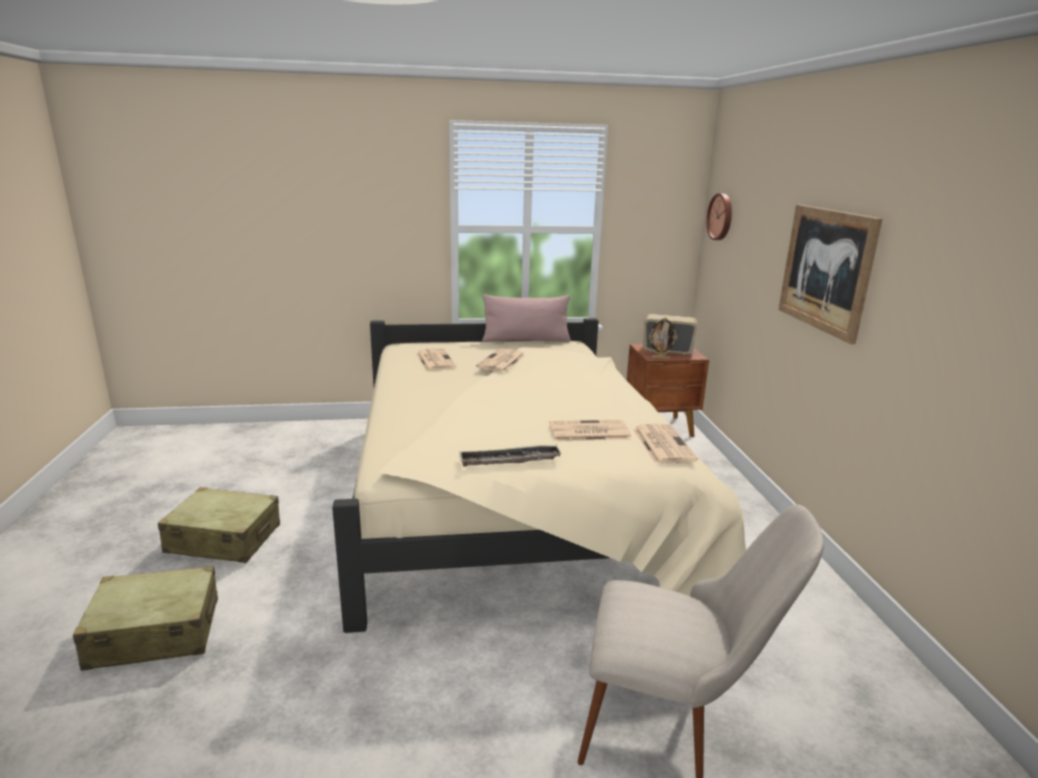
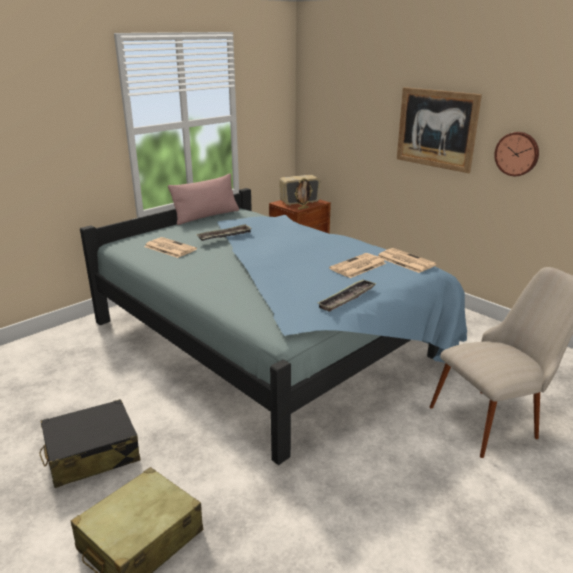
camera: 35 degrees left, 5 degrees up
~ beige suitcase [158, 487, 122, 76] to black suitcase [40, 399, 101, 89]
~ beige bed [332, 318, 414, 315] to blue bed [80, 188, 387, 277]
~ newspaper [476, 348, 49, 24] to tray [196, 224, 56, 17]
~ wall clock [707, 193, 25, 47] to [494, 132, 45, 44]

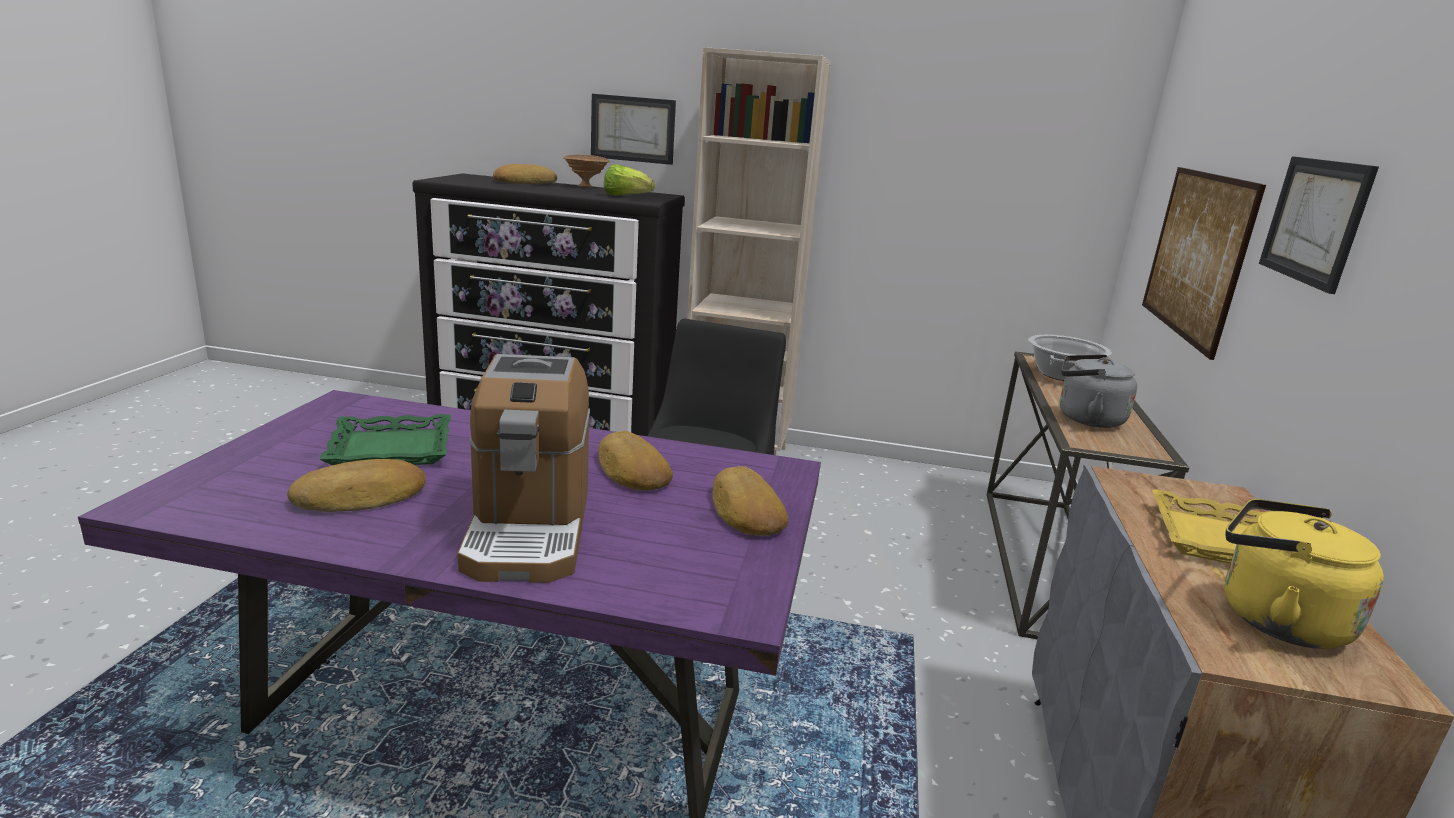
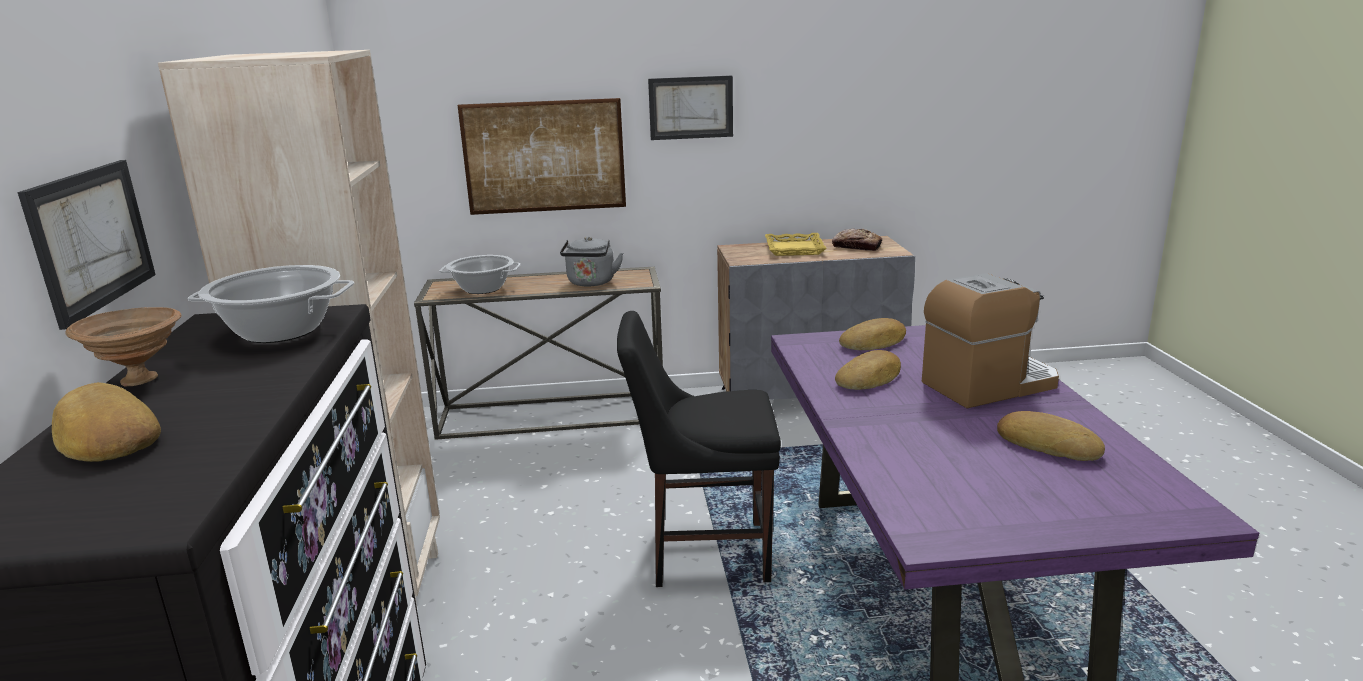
camera: 105 degrees left, 0 degrees up
- green tray [319, 414, 132, 51]
~ lettuce [604, 164, 51, 32] to cooking pot [188, 265, 166, 78]
~ yellow kettle [1225, 499, 159, 150] to bread [832, 228, 50, 23]

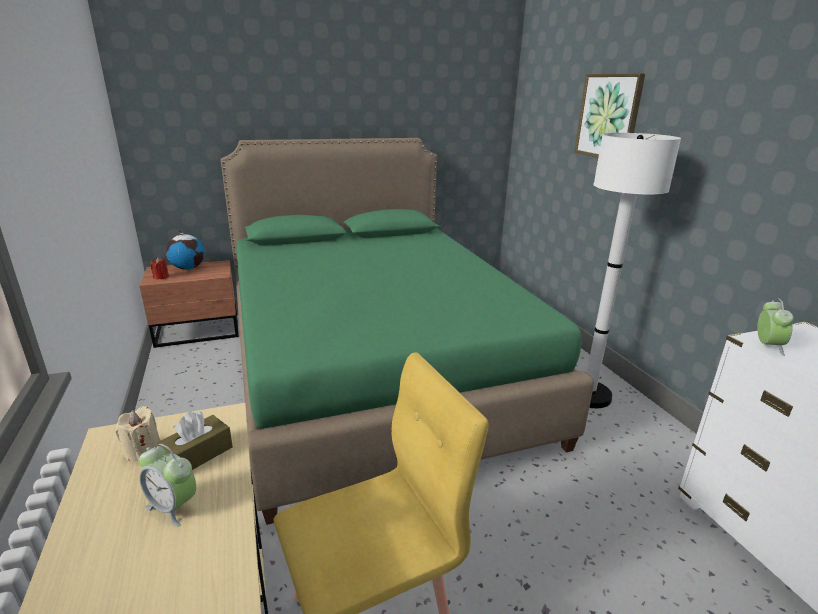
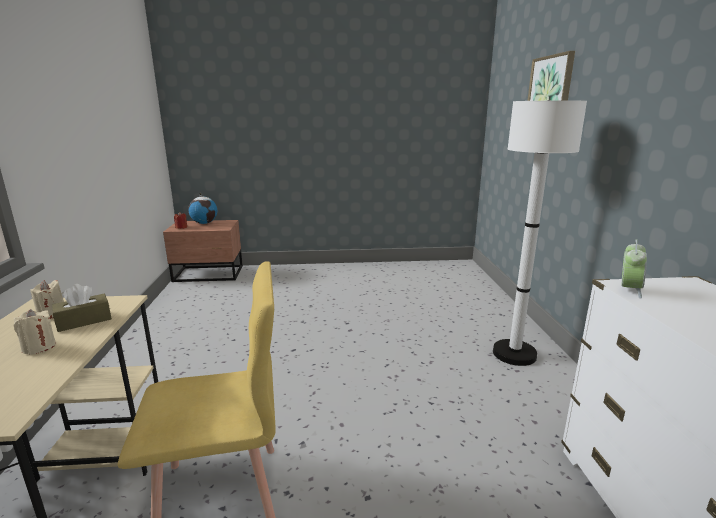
camera: 15 degrees right, 5 degrees down
~ alarm clock [139, 444, 57, 82] to beige candle [14, 309, 42, 46]
- green bed [221, 138, 373, 387]

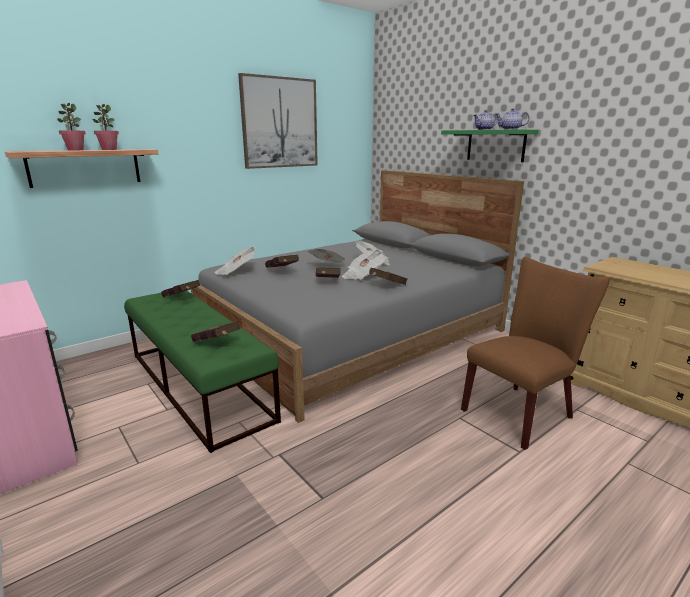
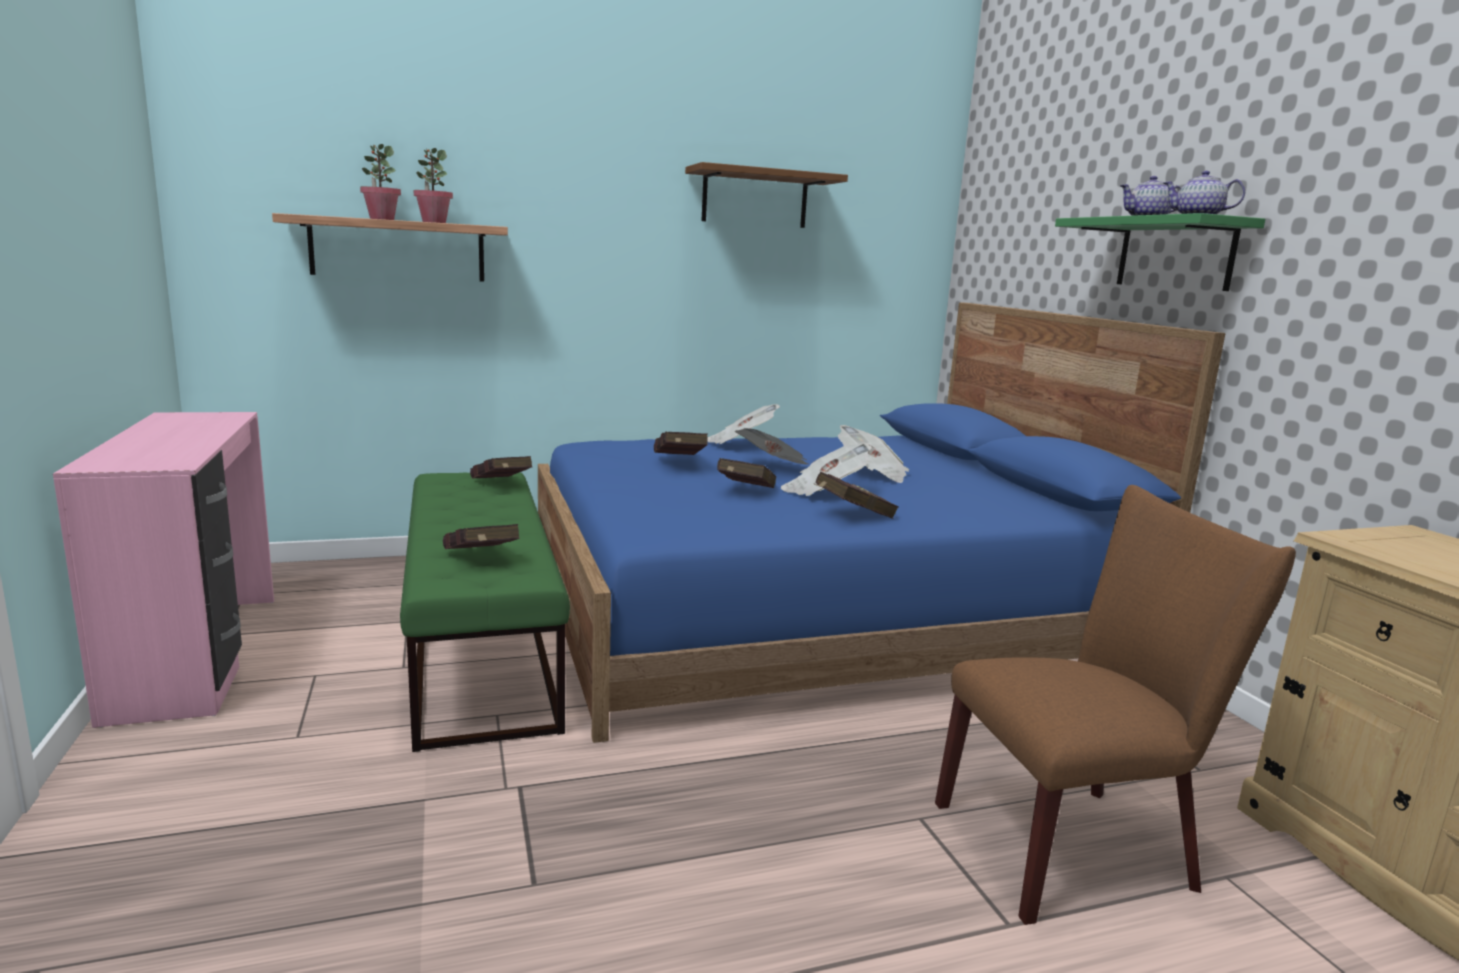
camera: 20 degrees right, 5 degrees down
~ grey bed [191, 170, 333, 253] to blue bed [538, 302, 687, 441]
~ newspaper [215, 247, 41, 29] to [708, 404, 72, 40]
~ picture [238, 73, 80, 96] to brown shelf [685, 162, 163, 66]

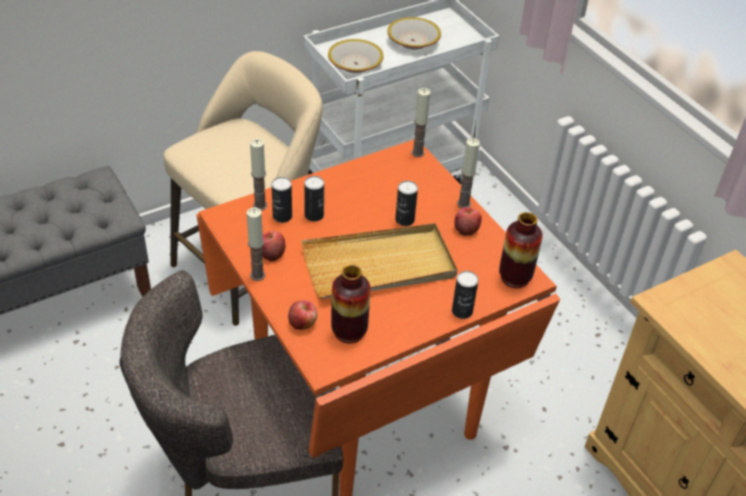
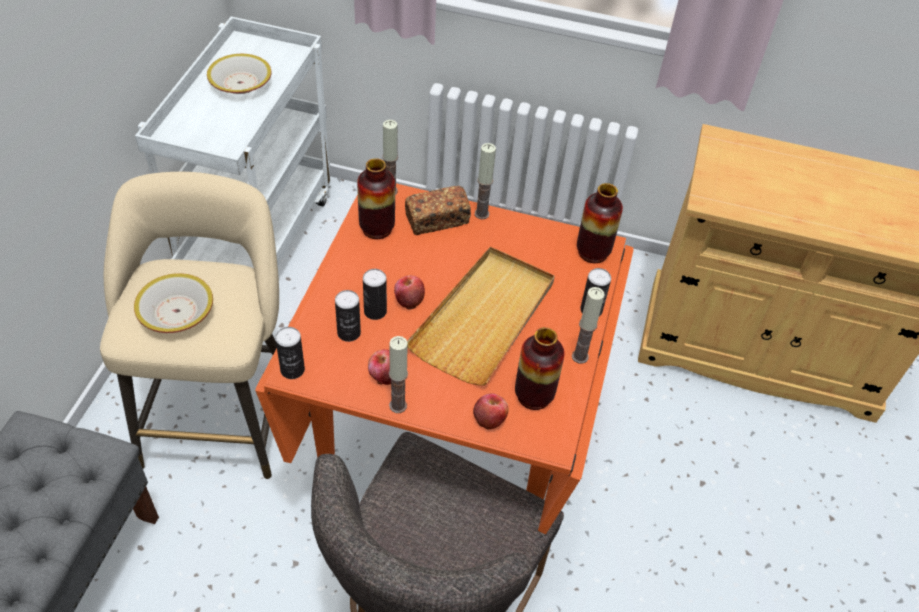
camera: 45 degrees left, 5 degrees up
~ candle [250, 139, 17, 71] to [572, 287, 32, 77]
~ bowl [328, 39, 56, 34] to [134, 273, 79, 60]
~ can [395, 181, 23, 45] to [275, 327, 30, 52]
~ apple [454, 207, 28, 29] to [394, 275, 31, 35]
+ vase [357, 158, 38, 81]
+ bread [405, 186, 66, 49]

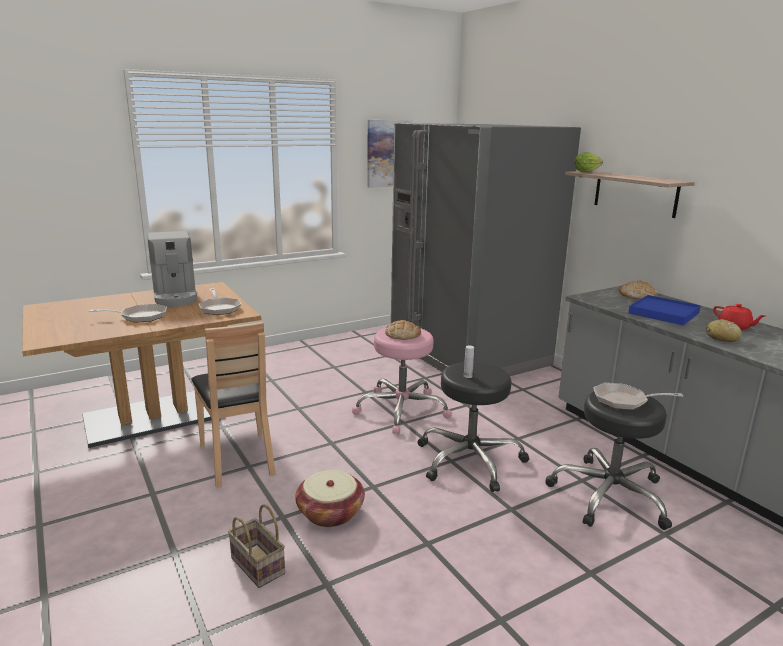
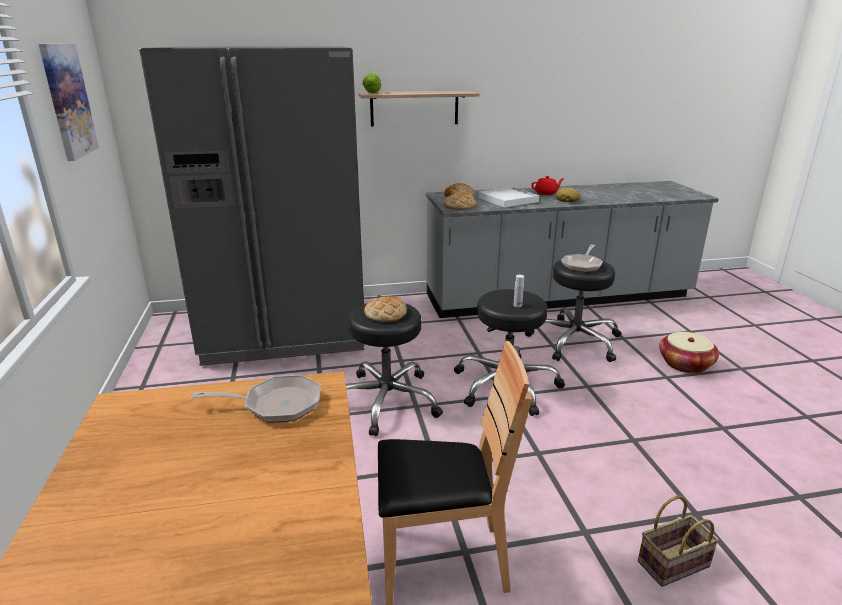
camera: 70 degrees left, 5 degrees up
- frying pan [89, 304, 78, 18]
- coffee machine [147, 231, 50, 76]
~ basket [295, 470, 70, 57] to [659, 332, 60, 41]
~ pink stool [352, 328, 100, 106] to black stool [346, 303, 97, 133]
~ blue tray [628, 295, 73, 31] to white tray [479, 187, 60, 21]
+ bread [443, 192, 33, 18]

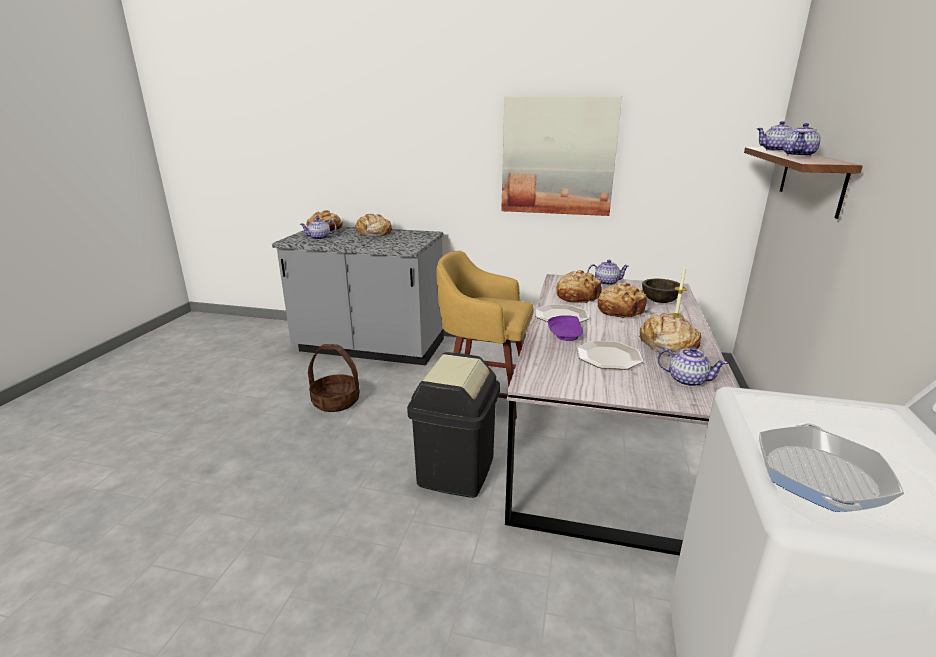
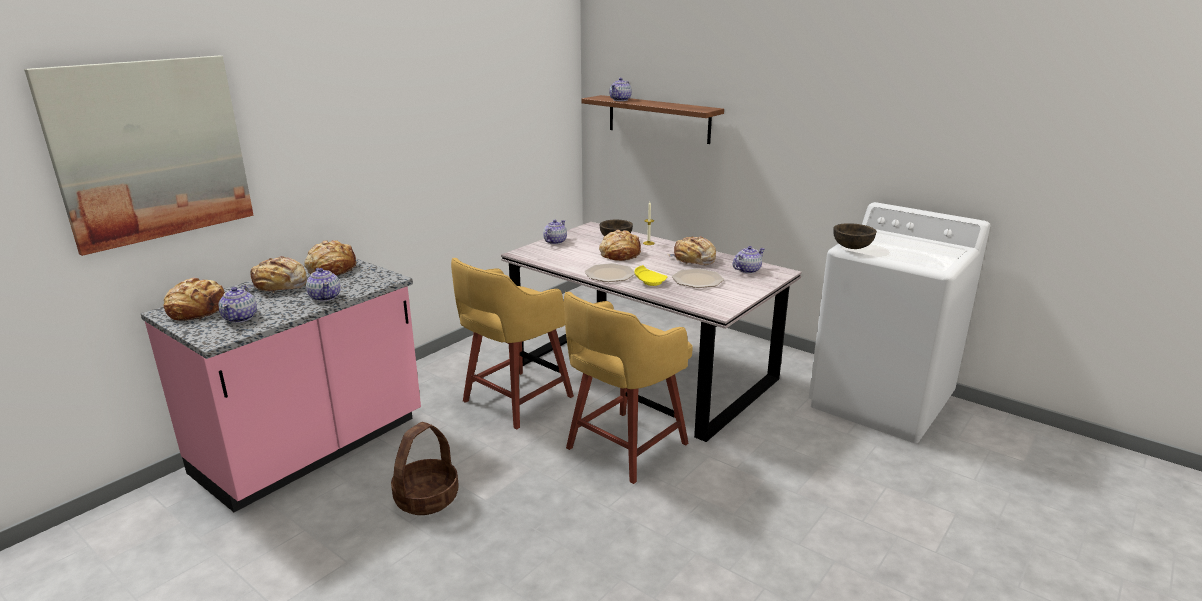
camera: 65 degrees left, 0 degrees up
~ grey counter [272, 226, 172, 139] to pink counter [141, 258, 280, 254]
~ black trash can [407, 352, 93, 146] to yellow stool [564, 292, 129, 192]
~ picture [501, 96, 121, 120] to [24, 56, 230, 200]
~ purple plate [548, 315, 35, 26] to yellow plate [634, 265, 33, 21]
~ bread [556, 270, 46, 33] to [304, 240, 52, 36]
- frying pan [759, 423, 145, 89]
~ teapot [783, 123, 38, 33] to [306, 268, 35, 34]
+ brown bowl [833, 223, 44, 26]

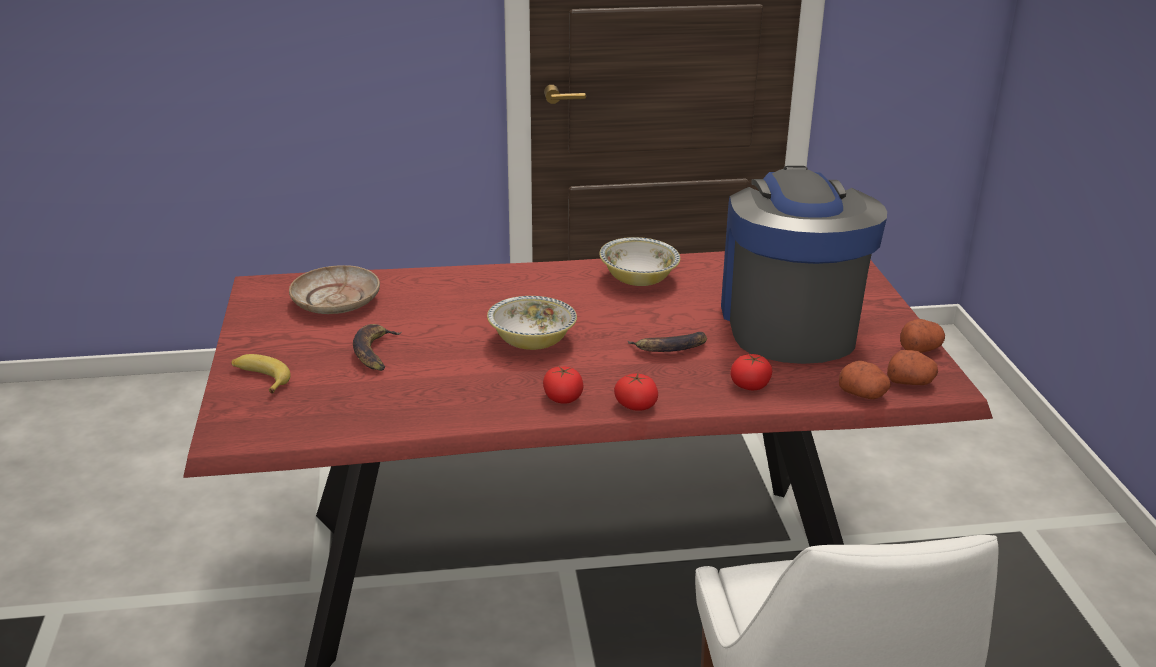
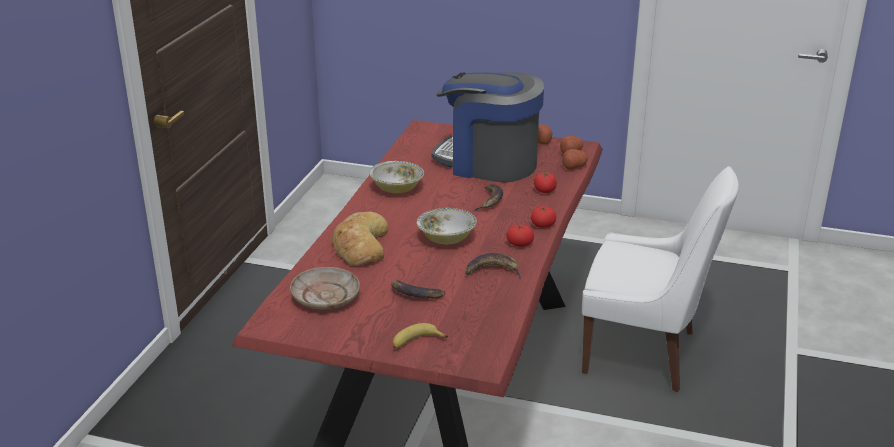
camera: 65 degrees left, 0 degrees up
+ bread [332, 212, 56, 54]
+ banana [465, 253, 56, 25]

